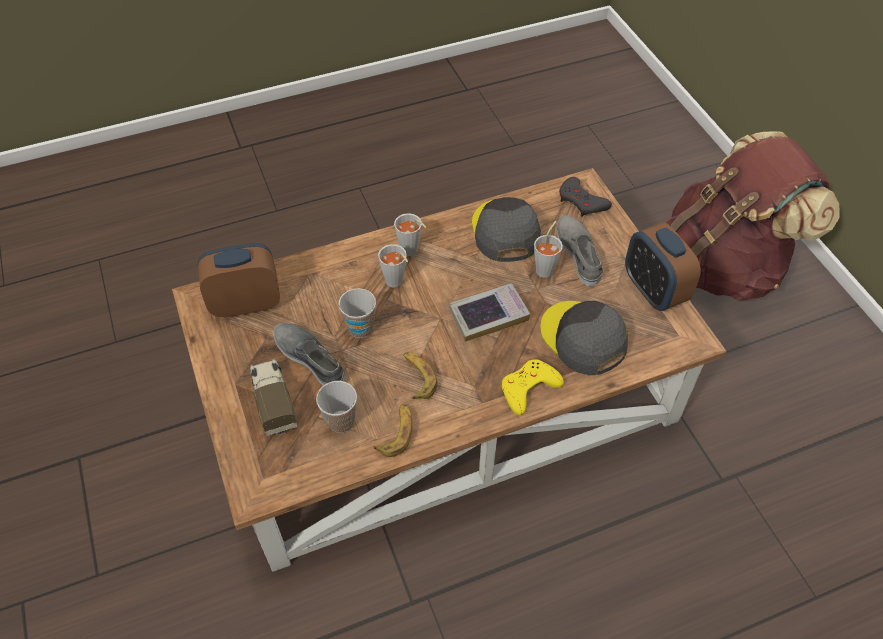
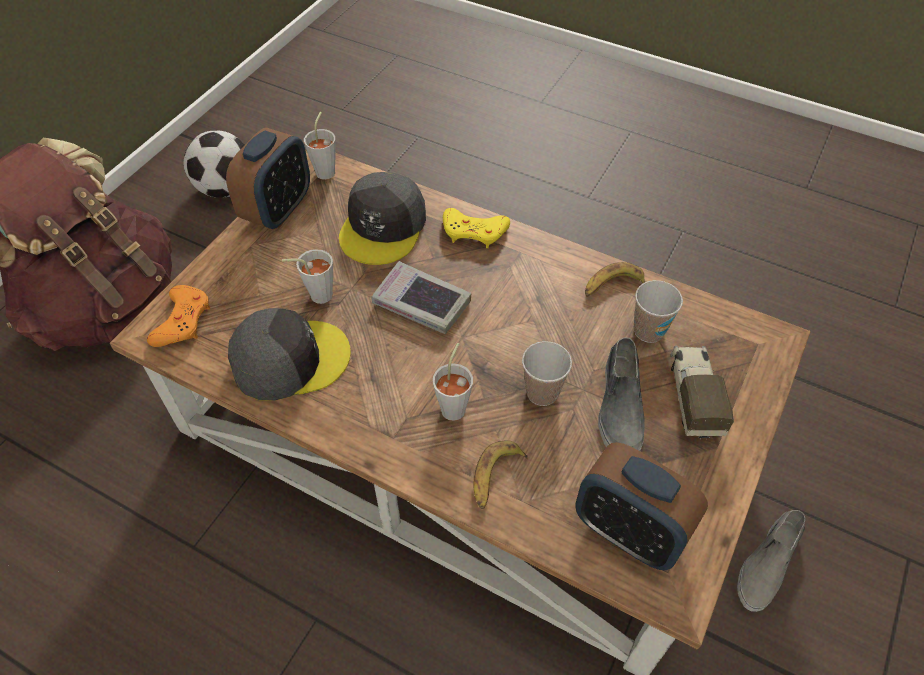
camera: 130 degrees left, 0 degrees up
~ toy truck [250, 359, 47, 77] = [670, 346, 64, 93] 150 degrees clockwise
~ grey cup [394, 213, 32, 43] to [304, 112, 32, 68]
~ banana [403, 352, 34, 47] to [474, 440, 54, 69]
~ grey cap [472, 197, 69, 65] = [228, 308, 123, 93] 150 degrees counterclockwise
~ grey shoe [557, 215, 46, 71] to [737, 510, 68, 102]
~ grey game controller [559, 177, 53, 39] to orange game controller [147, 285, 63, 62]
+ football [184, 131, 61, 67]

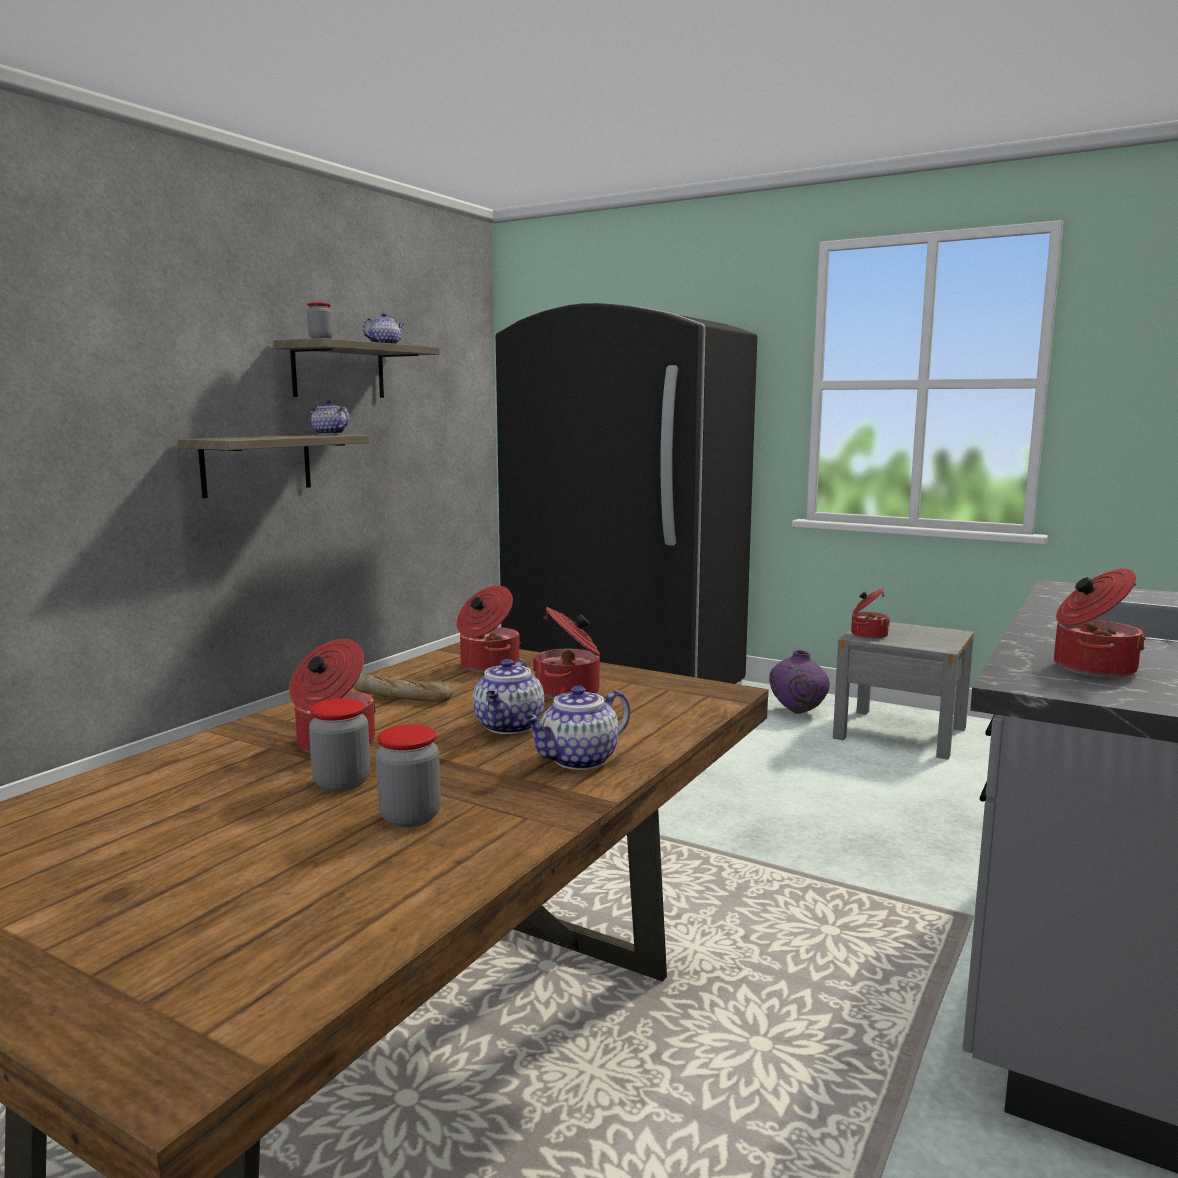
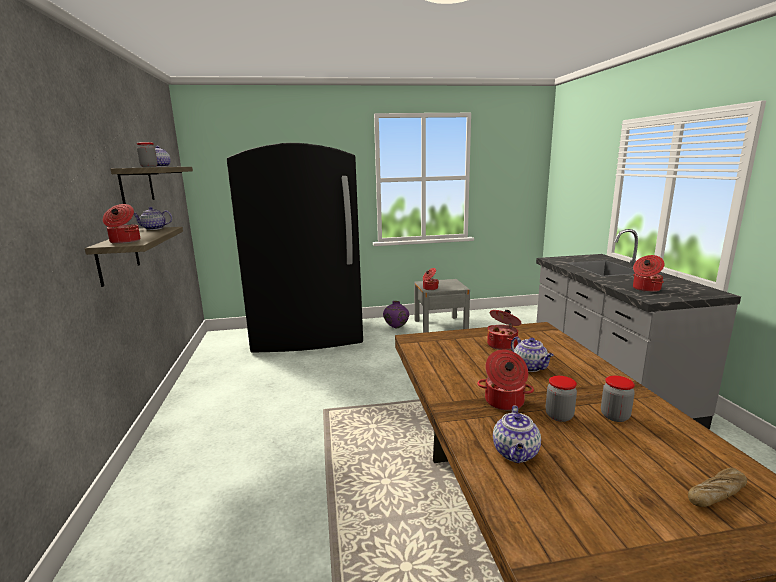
camera: 40 degrees left, 5 degrees up
~ bread [353, 674, 99, 28] to [688, 468, 59, 39]
~ cooking pot [456, 586, 65, 87] to [103, 204, 37, 40]
~ teapot [524, 686, 106, 84] to [493, 405, 48, 58]

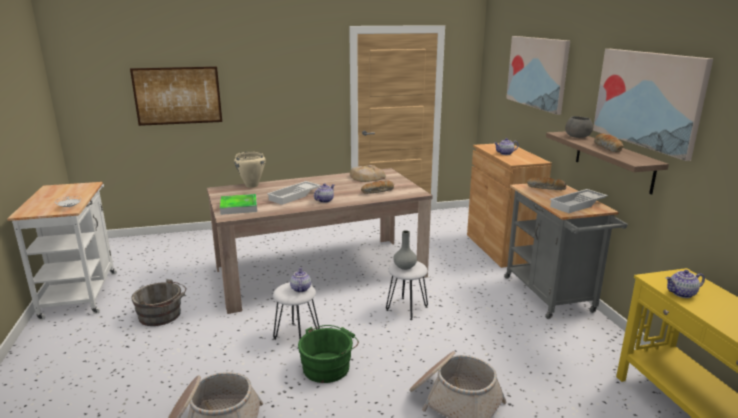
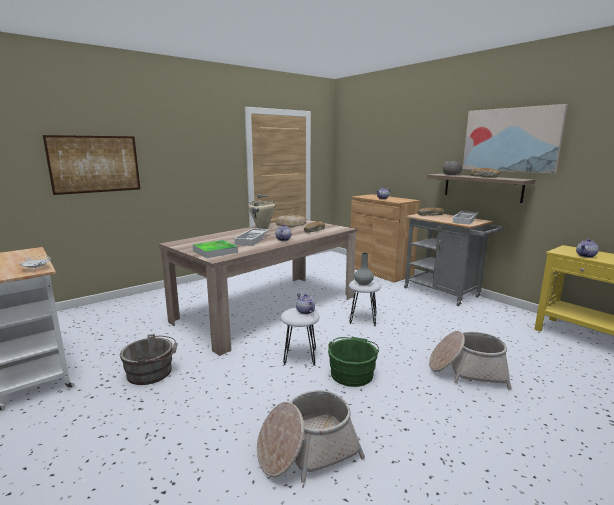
camera: 25 degrees left, 5 degrees down
~ beige cooking pot [234, 152, 32, 36] to [249, 201, 26, 28]
- picture [506, 36, 64, 79]

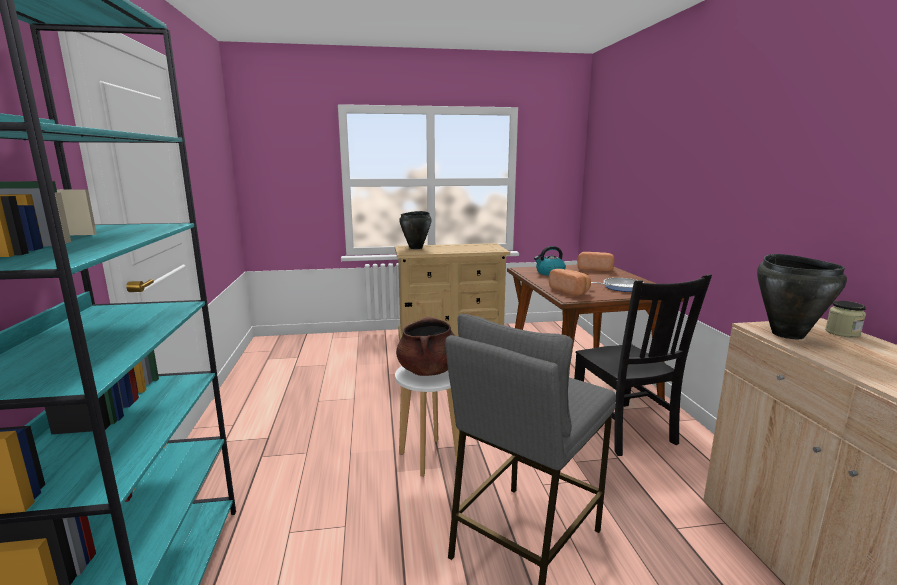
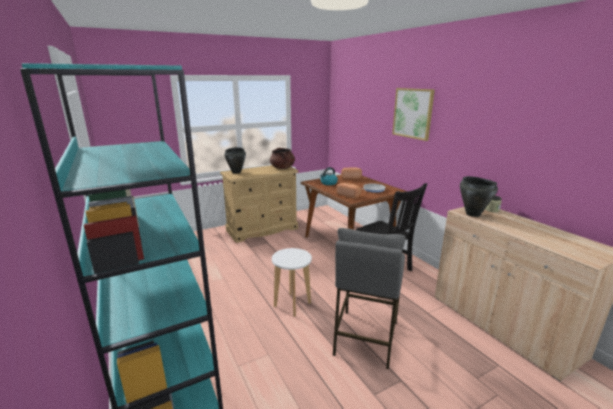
camera: 20 degrees left, 5 degrees up
~ brown cooking pot [396, 317, 59, 59] to [270, 148, 25, 21]
+ picture [392, 88, 43, 53]

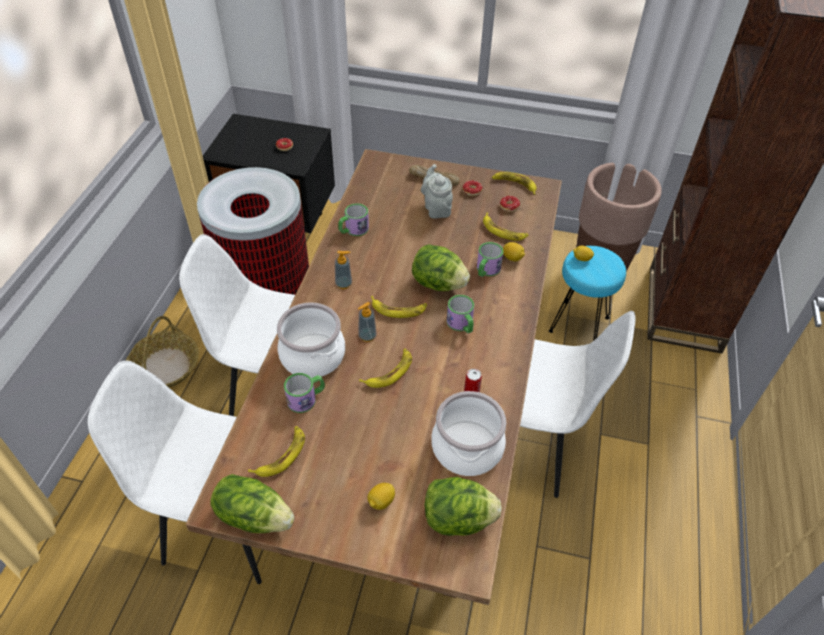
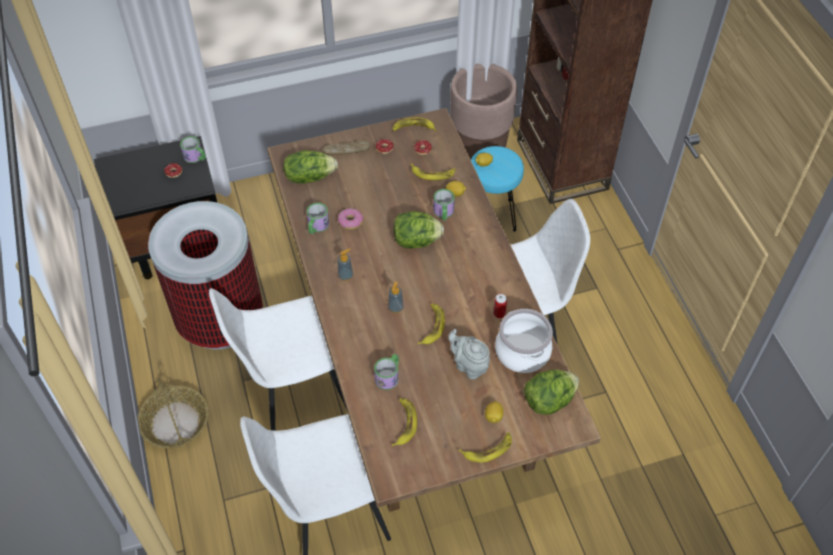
camera: 30 degrees left, 5 degrees up
~ lettuce [210, 474, 84, 59] to [283, 150, 55, 34]
- cooking pot [277, 302, 68, 76]
~ banana [371, 296, 56, 22] to [459, 432, 53, 31]
~ grey teapot [421, 164, 32, 55] to [448, 329, 42, 51]
~ mug [447, 295, 27, 38] to [180, 136, 26, 27]
+ donut [338, 208, 26, 22]

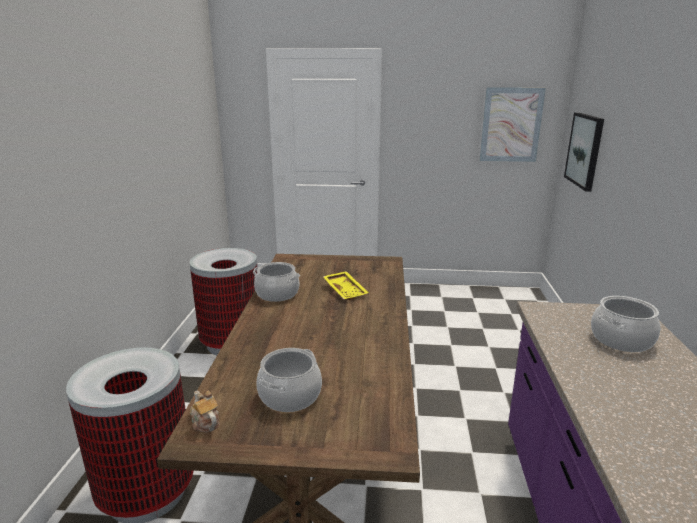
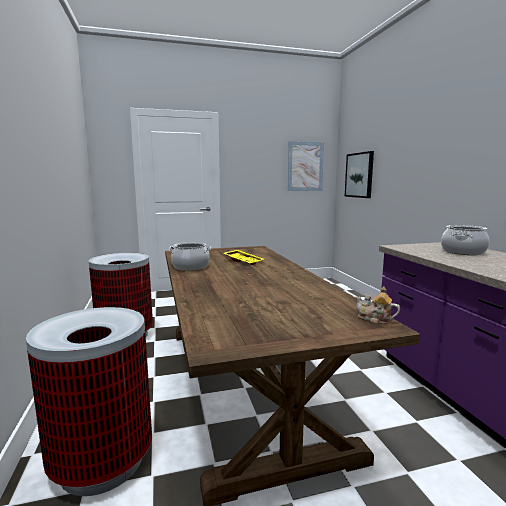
camera: 20 degrees left, 10 degrees down
~ teapot [190, 391, 30, 41] to [355, 286, 45, 38]
- cooking pot [256, 348, 66, 64]

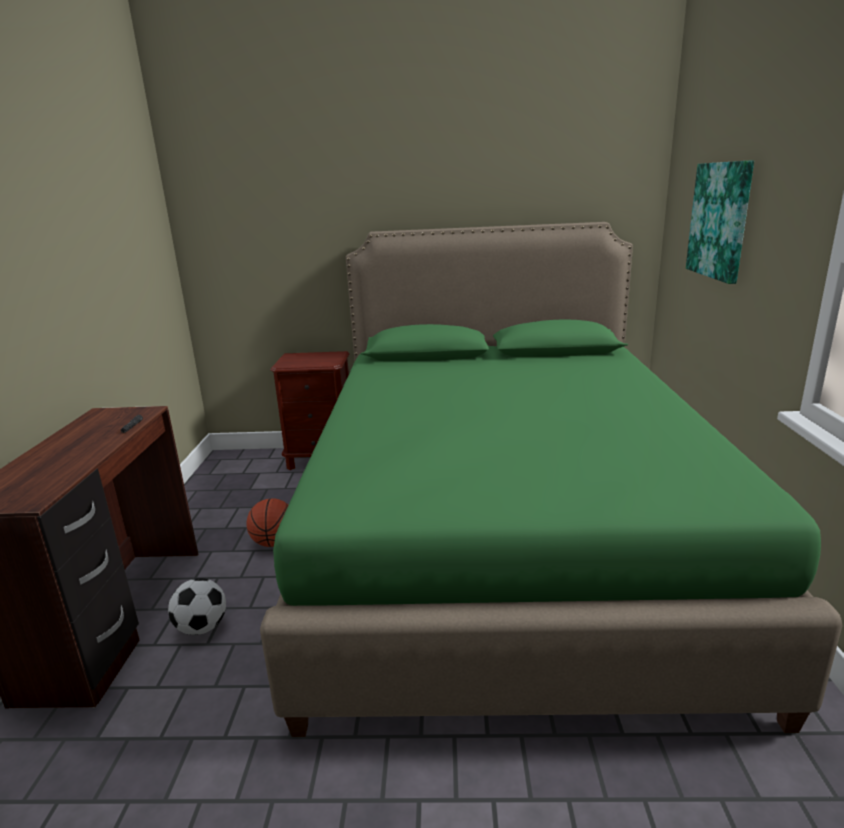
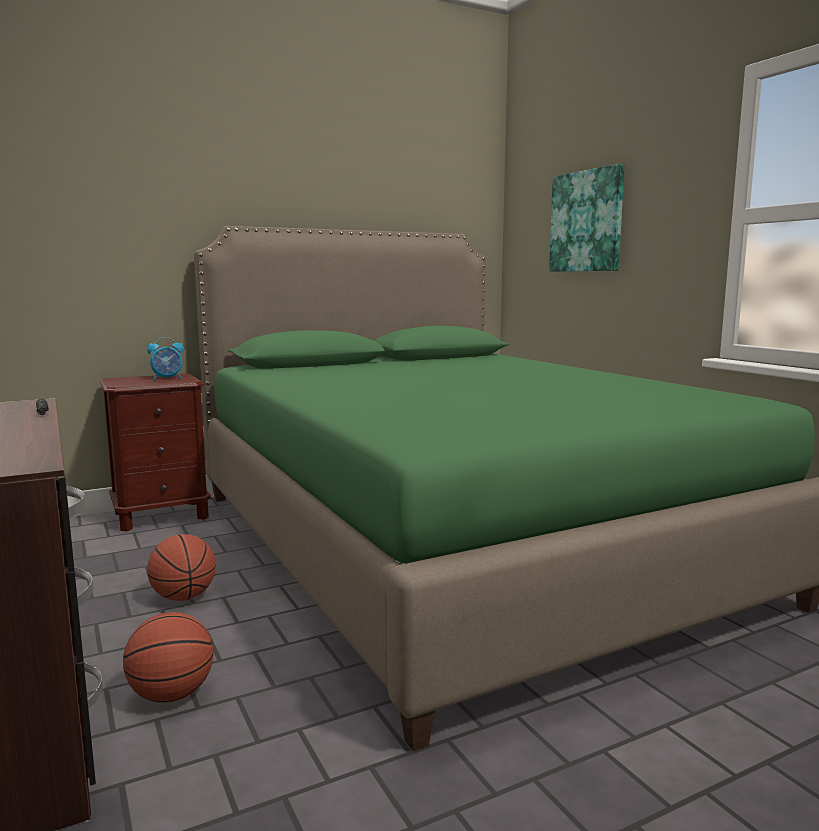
camera: 30 degrees left, 10 degrees down
~ football [168, 578, 58, 57] to basketball [123, 612, 91, 91]
+ alarm clock [147, 337, 37, 43]

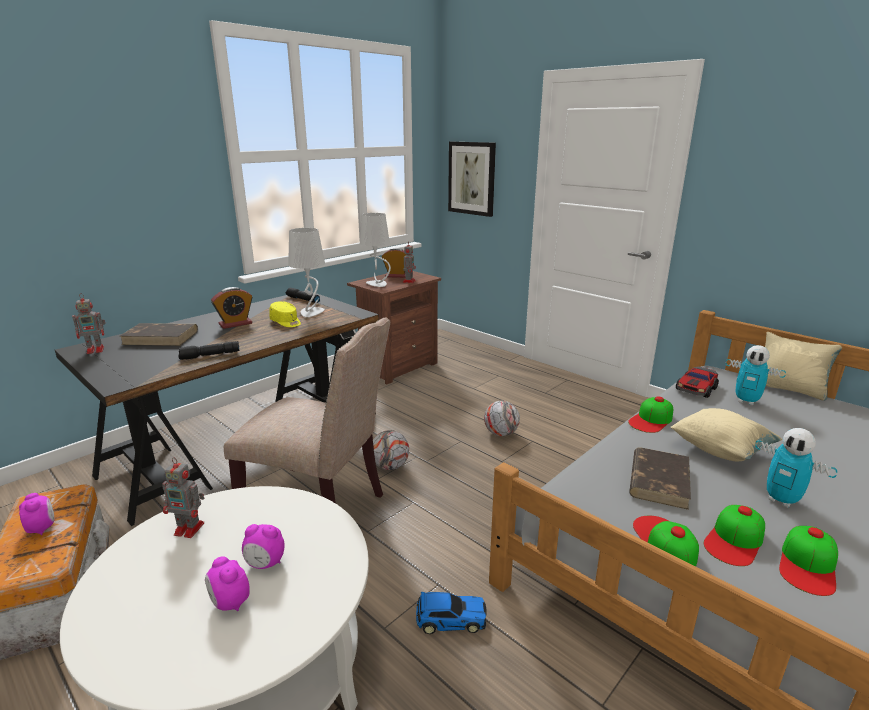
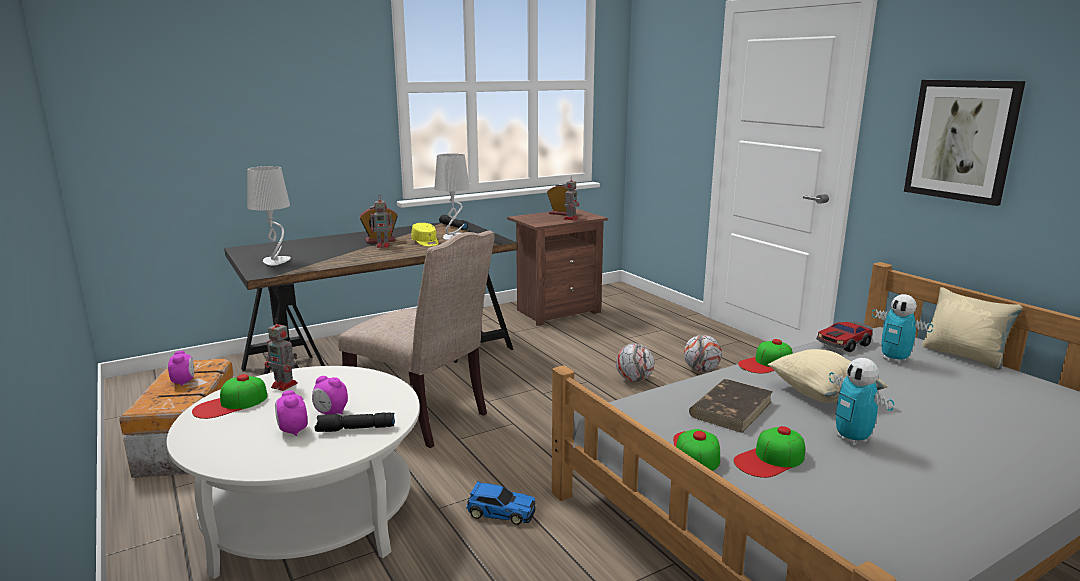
camera: 15 degrees right, 5 degrees down
~ toy robot [72, 293, 34, 61] to [370, 196, 24, 52]
- brown book [120, 323, 78, 23]
~ black flashlight [178, 341, 62, 19] to [315, 412, 80, 20]
~ grey table lamp [360, 213, 31, 74] to [247, 166, 44, 100]
~ football [373, 430, 36, 40] to [684, 335, 38, 37]
~ picture [448, 142, 48, 75] to [904, 80, 122, 126]
~ cap [779, 526, 59, 70] to [192, 374, 76, 45]

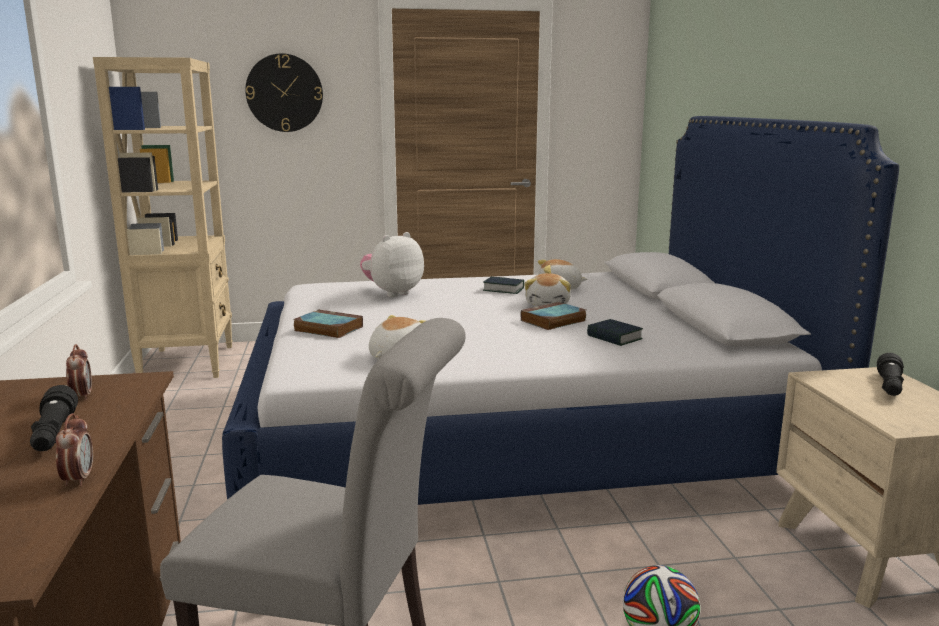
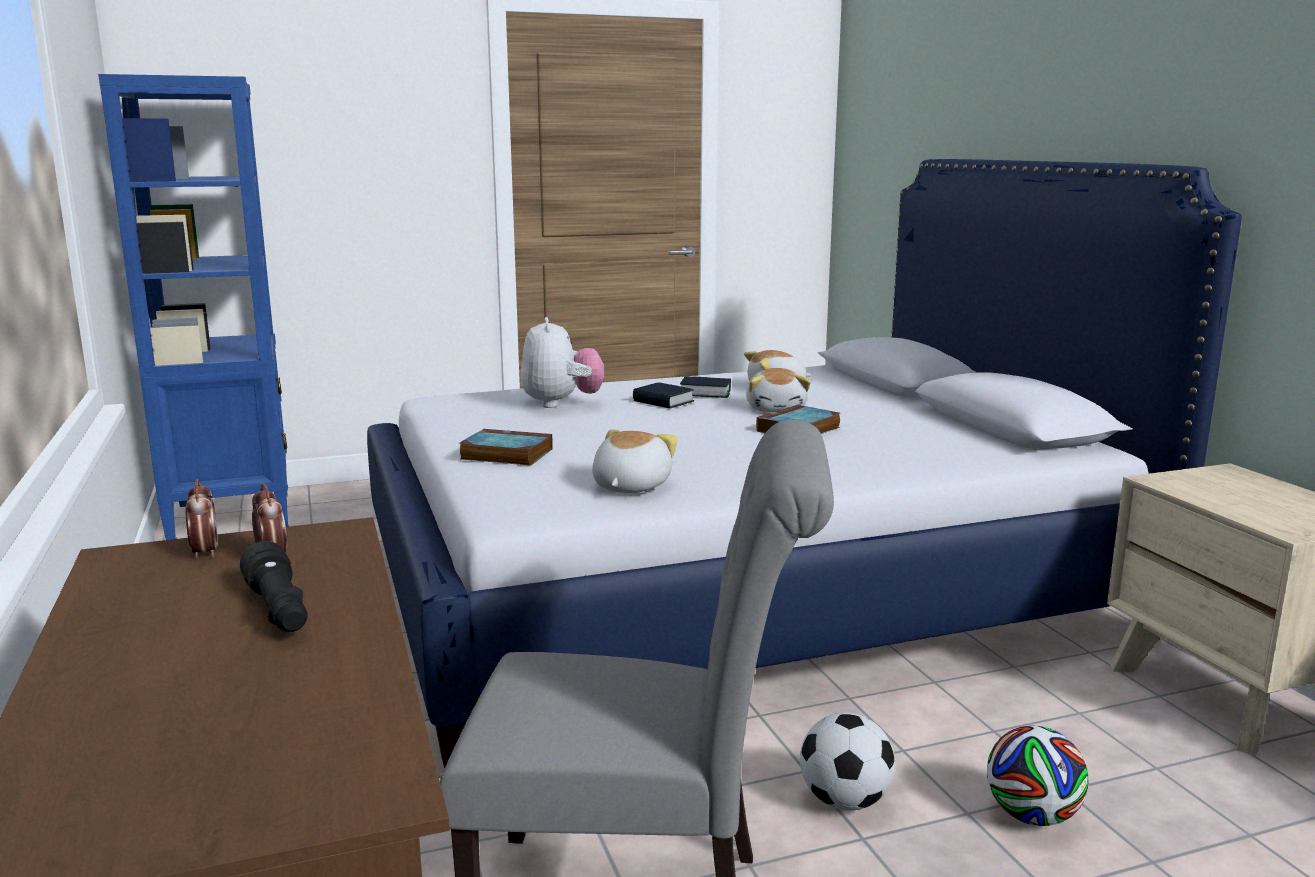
camera: 10 degrees left, 0 degrees up
~ alarm clock [56, 413, 37, 74] to [186, 479, 32, 80]
~ beige bookcase [93, 57, 140, 321] to blue bookcase [98, 74, 191, 466]
- wall clock [245, 53, 78, 79]
~ plush toy [360, 232, 64, 65] = [520, 317, 84, 91] 135 degrees clockwise
~ book [587, 319, 56, 27] to [633, 382, 61, 26]
- black flashlight [877, 353, 27, 43]
+ football [800, 712, 95, 99]

